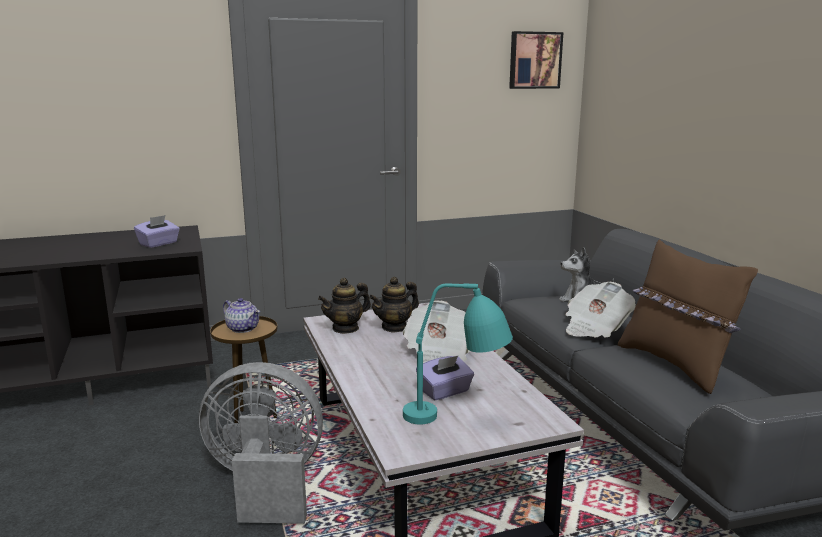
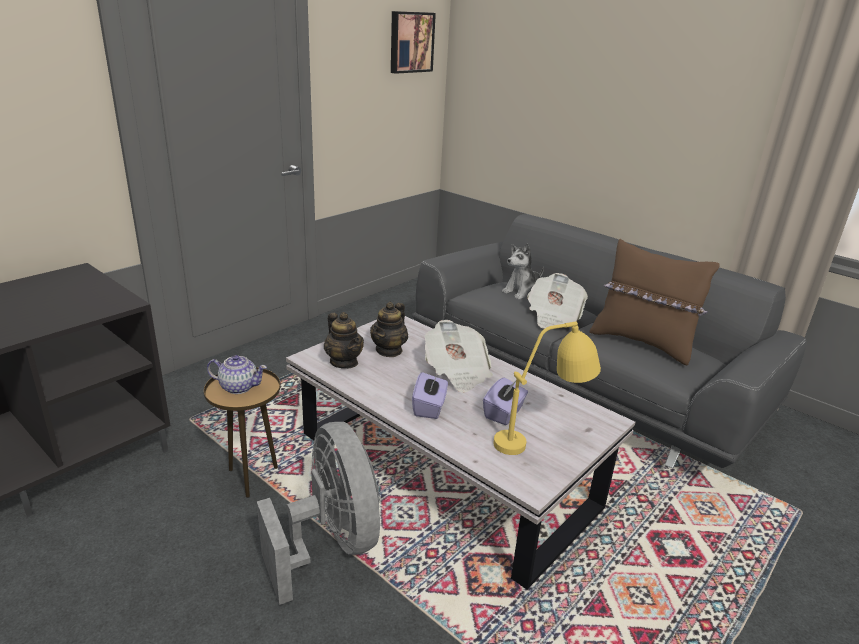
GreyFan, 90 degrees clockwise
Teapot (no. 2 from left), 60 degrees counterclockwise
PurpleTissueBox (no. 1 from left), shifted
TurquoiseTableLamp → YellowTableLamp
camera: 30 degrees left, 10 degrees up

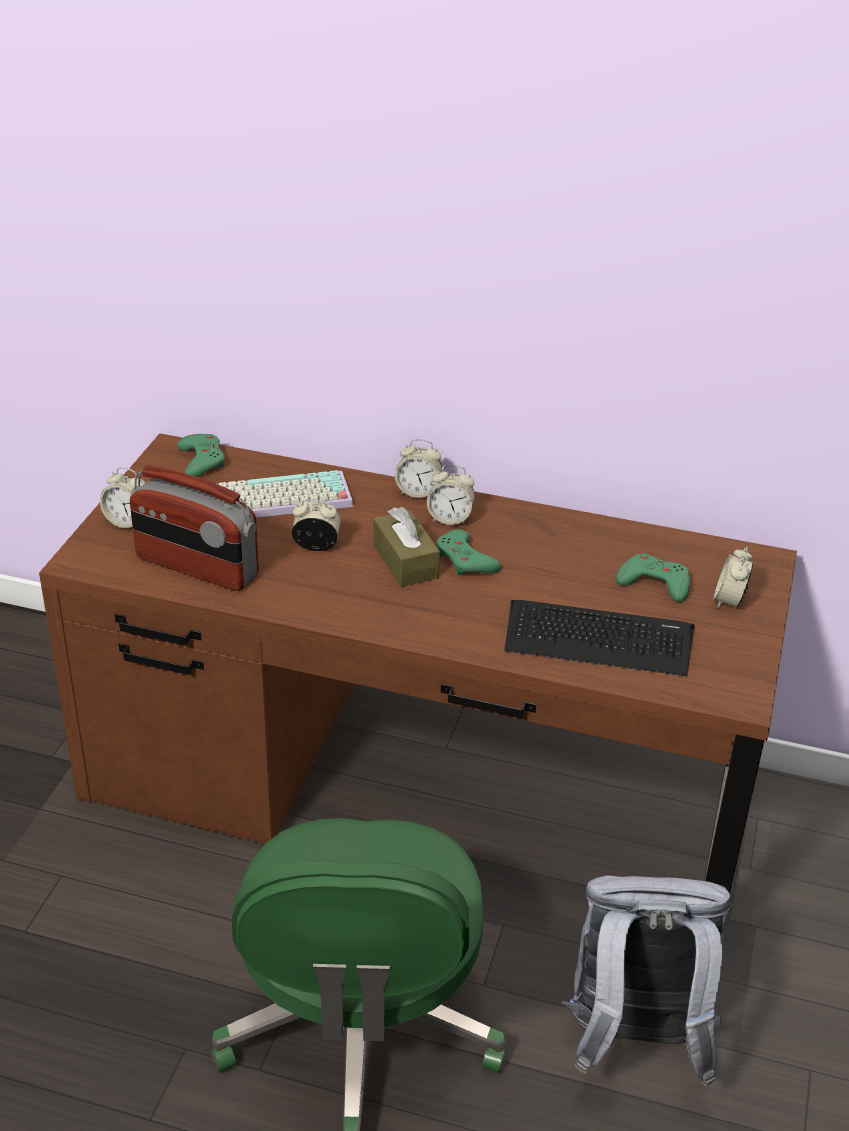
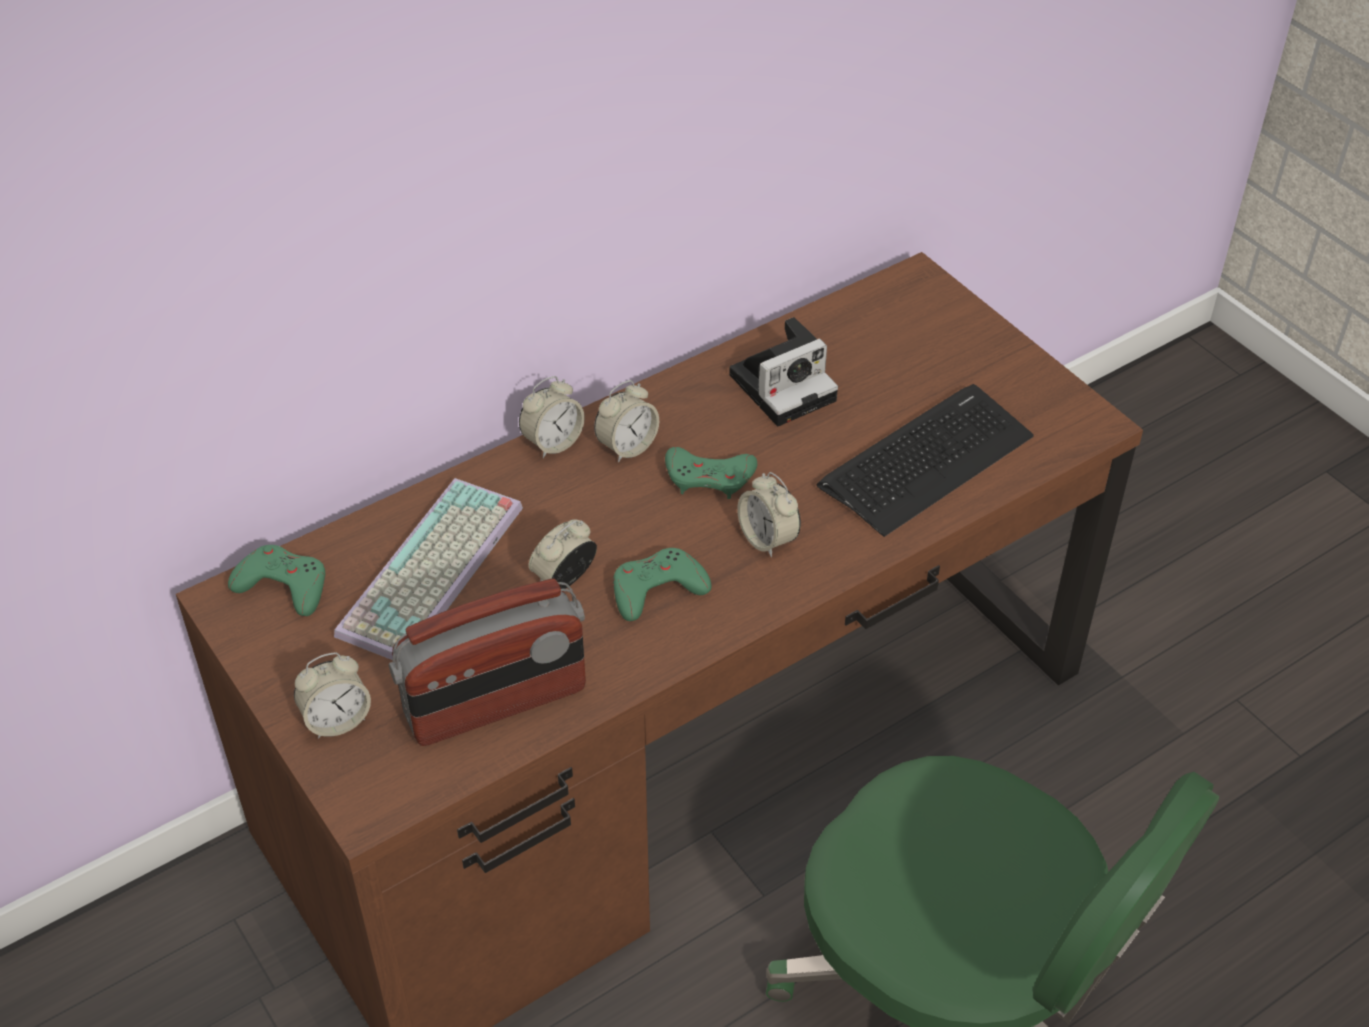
GreenGameController (no. 3 from left in the first image) → GreenGameController (no. 2 from left), shifted
- → PhotoCamera
AlarmClock (no. 5 from left), shifted
BrownTissueBox → -
GreyBackpack → -
camera: 50 degrees left, 10 degrees up

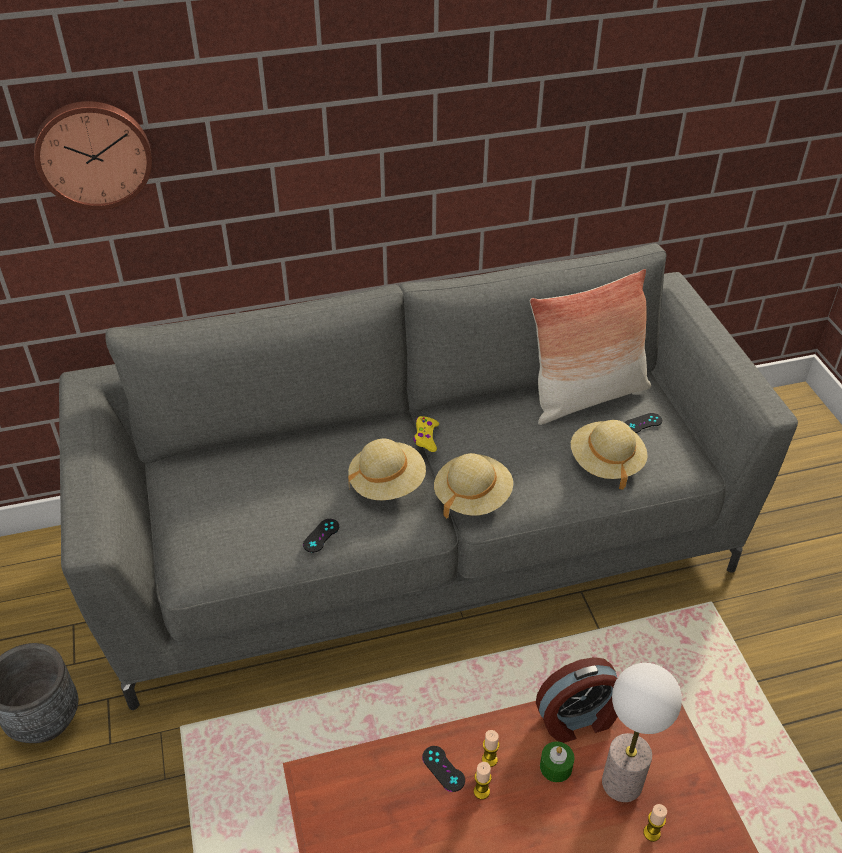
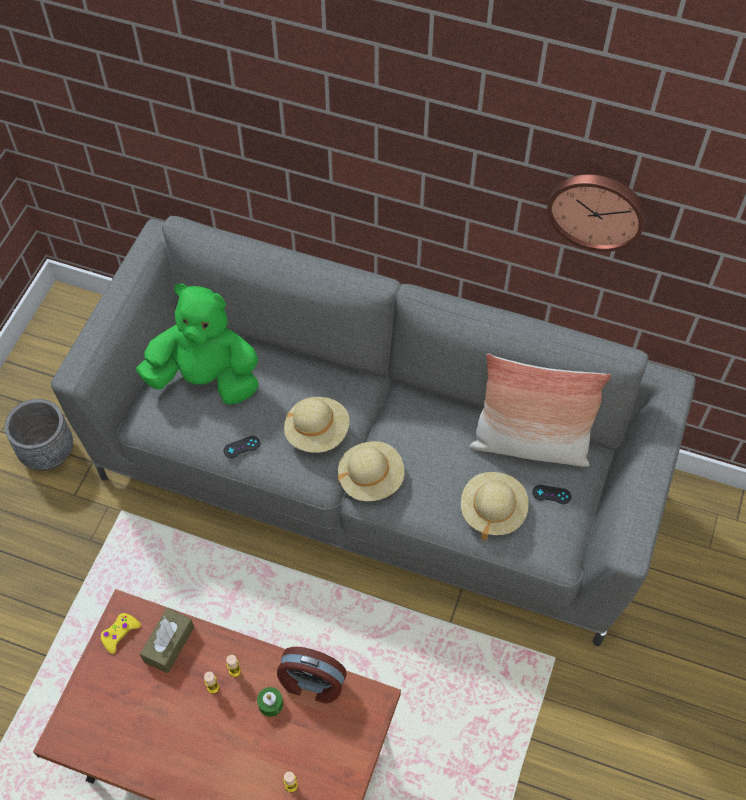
YellowGameController, shifted
- → GreenPlushToy
- → BrownTissueBox
WallClock, shifted
BlackGameController (no. 2 from left) → -
TableLamp → -
camera: 35 degrees right, 15 degrees up

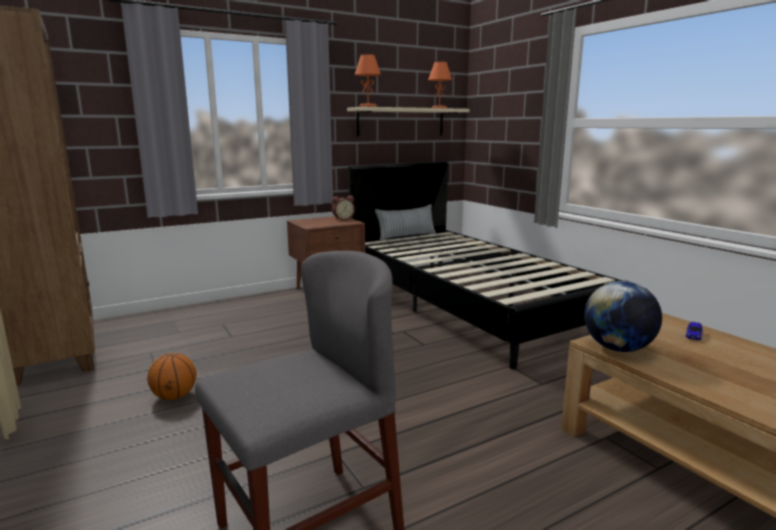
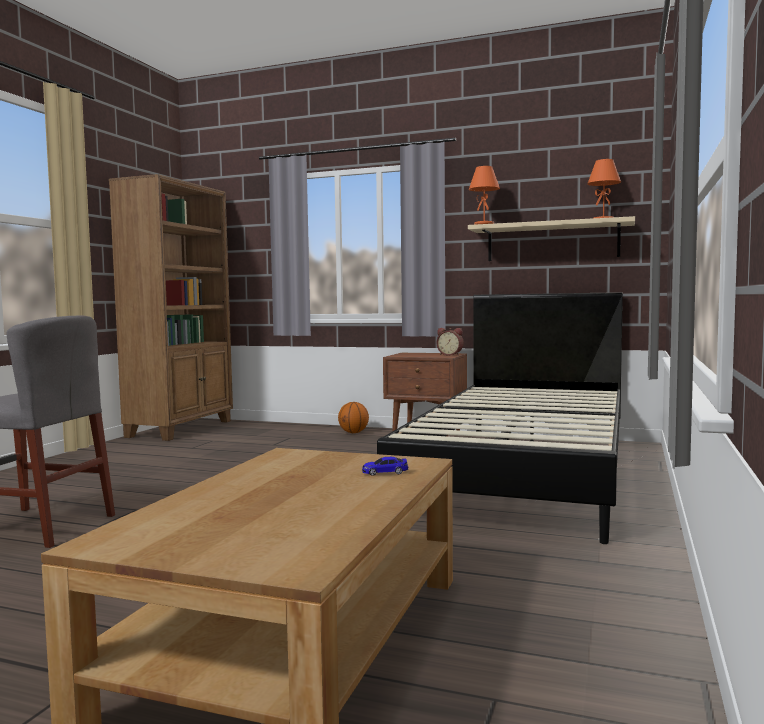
Basketball, shifted
Pillow → -
Globe → -
camera: 50 degrees right, 10 degrees down

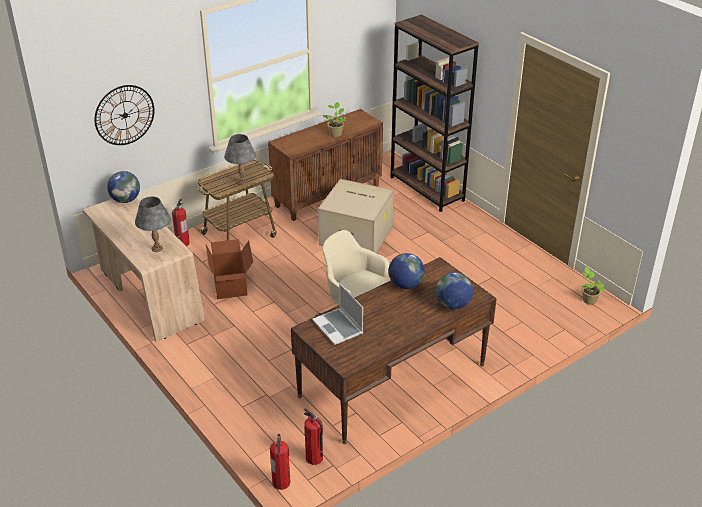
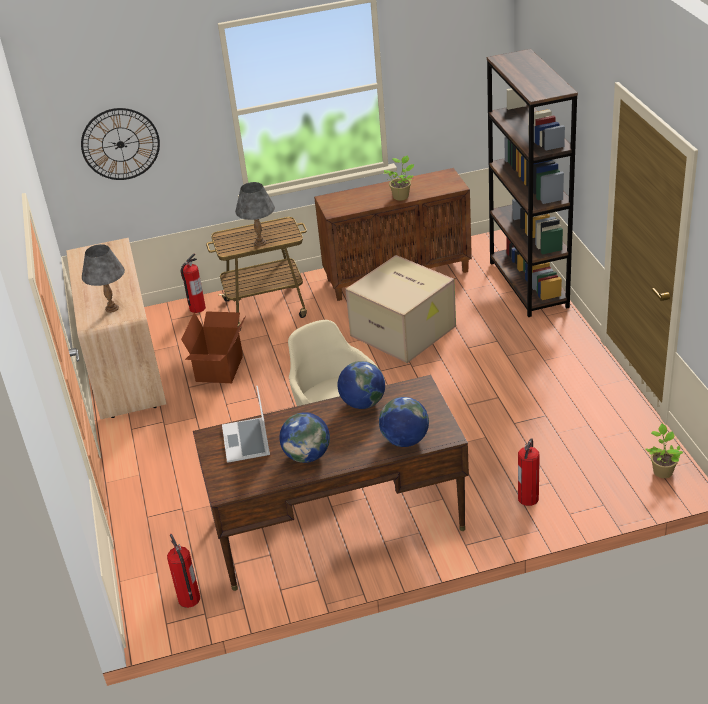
Globe (no. 1 from left), shifted
FireExtinguisher (no. 2 from left in the first image) → FireExtinguisher (no. 3 from left), shifted
camera: 25 degrees right, 0 degrees up

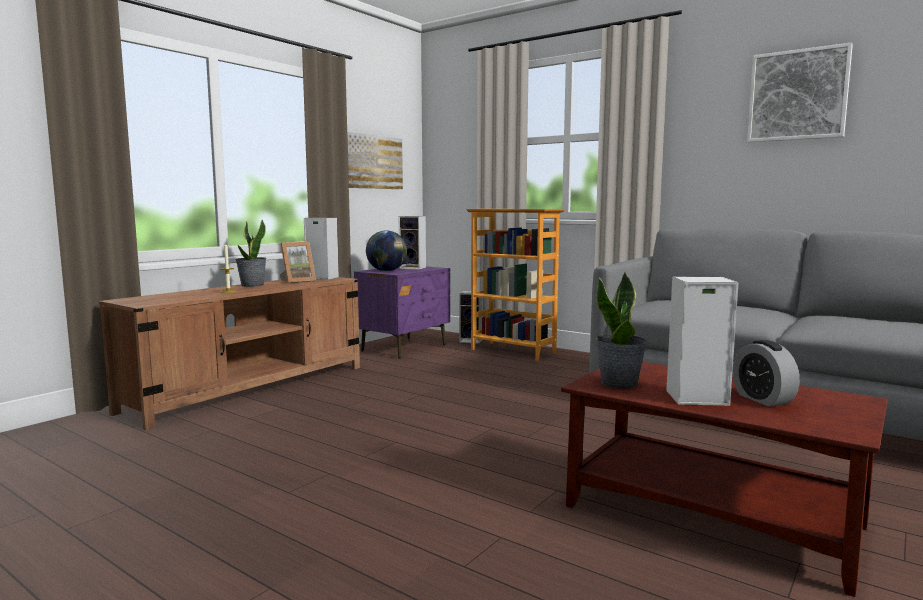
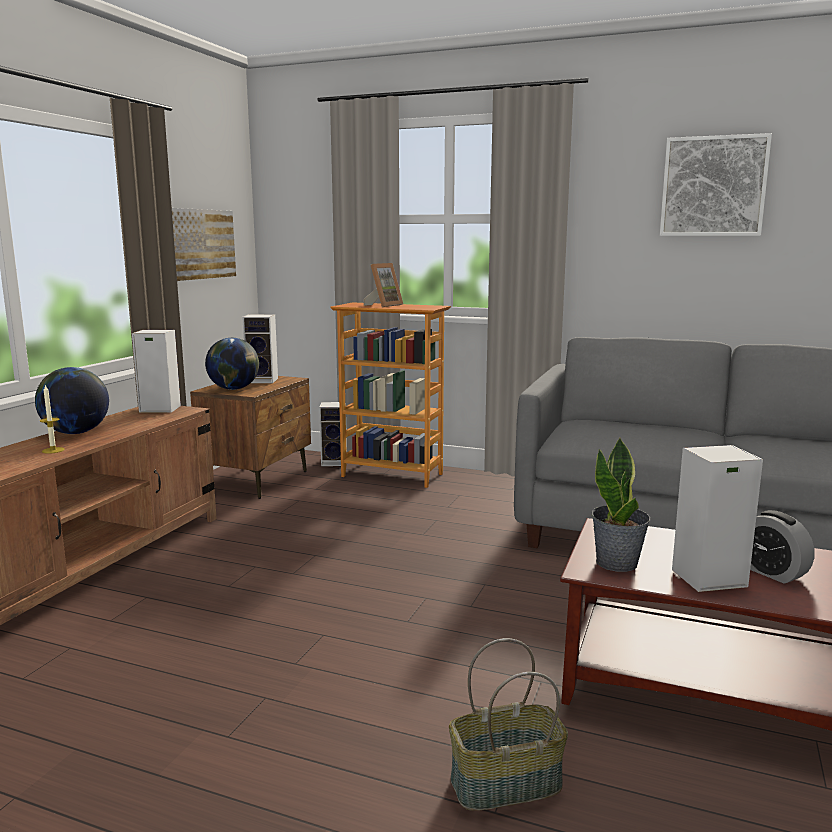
PottedPlant (no. 1 from left) → Globe (no. 1 from left)
PurpleNightstand → BrownNightstand
PictureFrame, shifted
- → Basket
camera: 15 degrees left, 5 degrees up

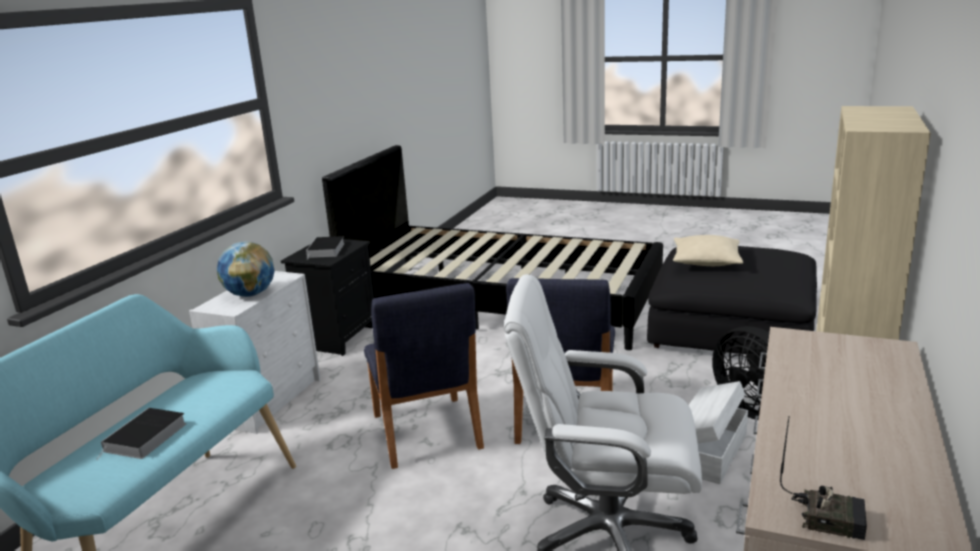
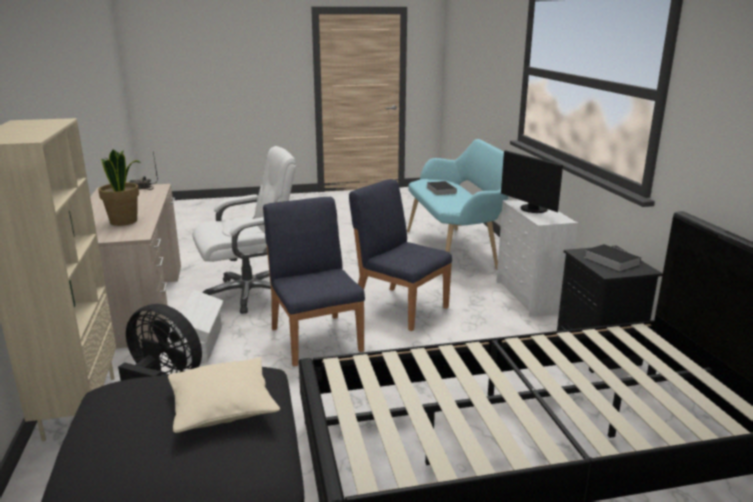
- → PottedPlant
Globe → Monitor
camera: 145 degrees right, 0 degrees up

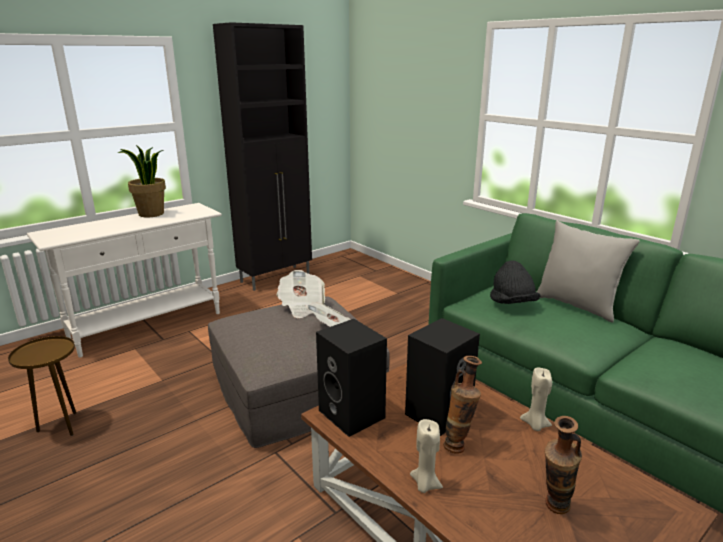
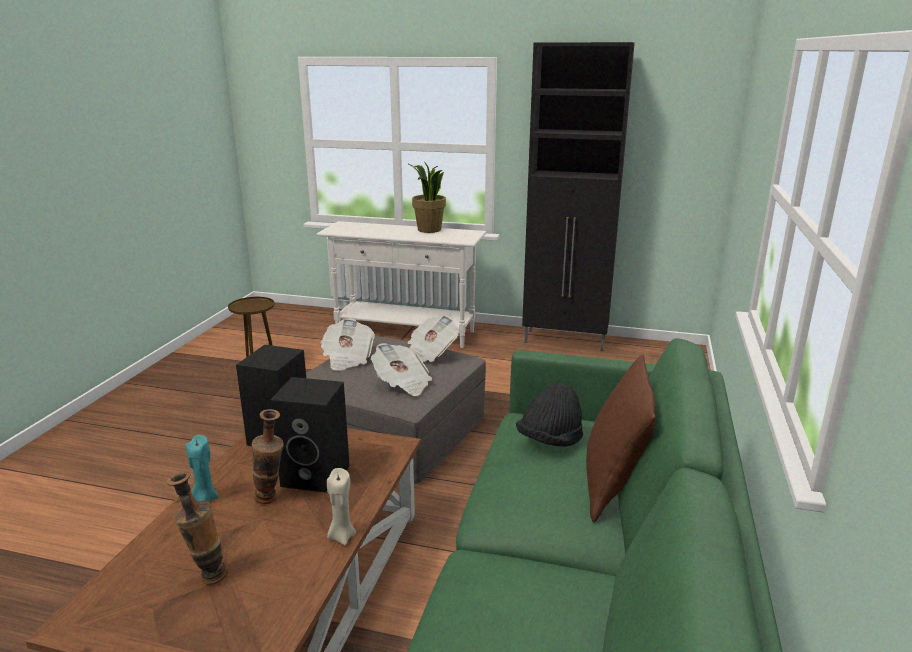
BeigeCandle (no. 1 from left) → TurquoiseCandle
- → Newspaper (no. 1 from left)
GreyPillow → BrownPillow
camera: 55 degrees right, 0 degrees up

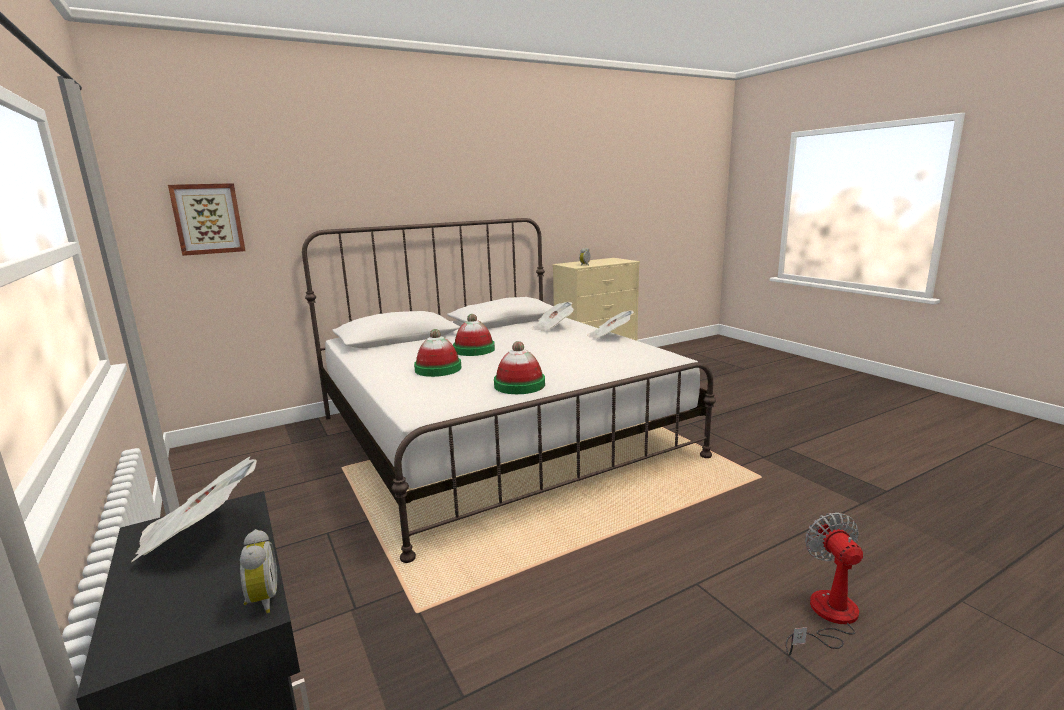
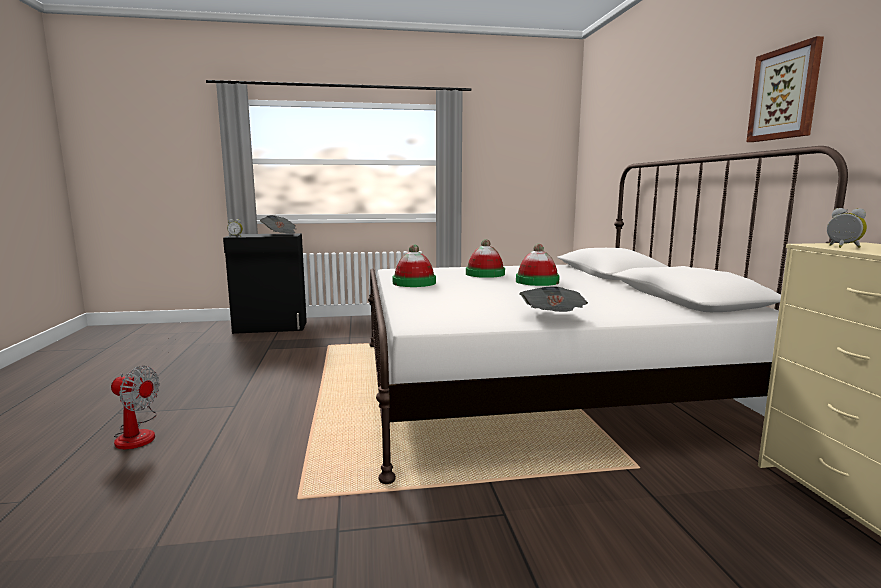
Picture, shifted
Newspaper (no. 2 from left) → -
camera: 110 degrees right, 5 degrees down

